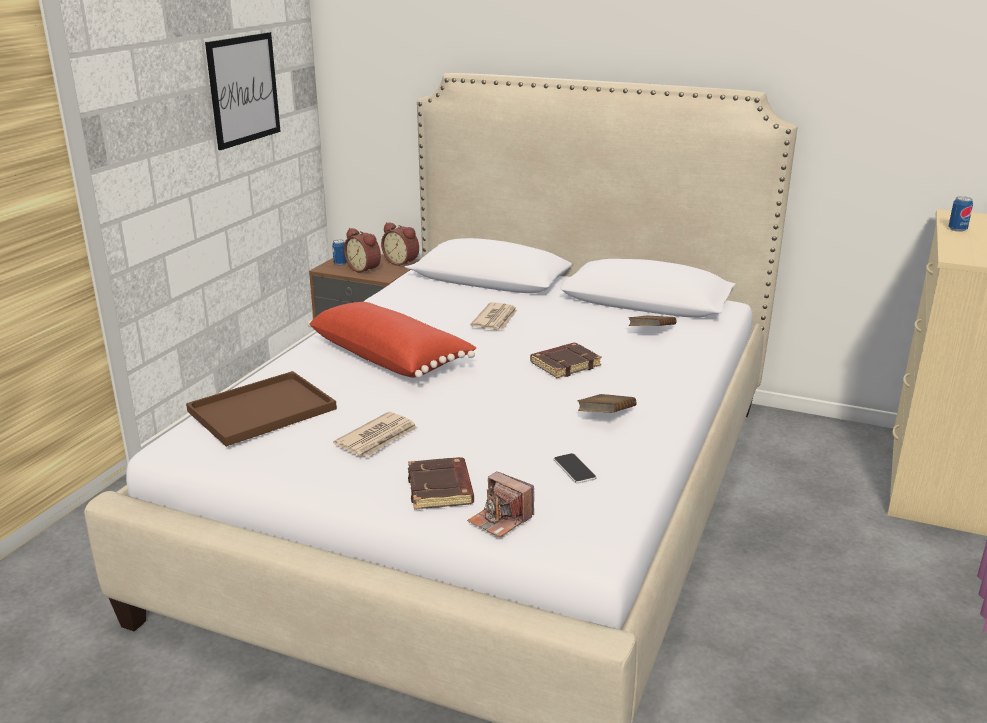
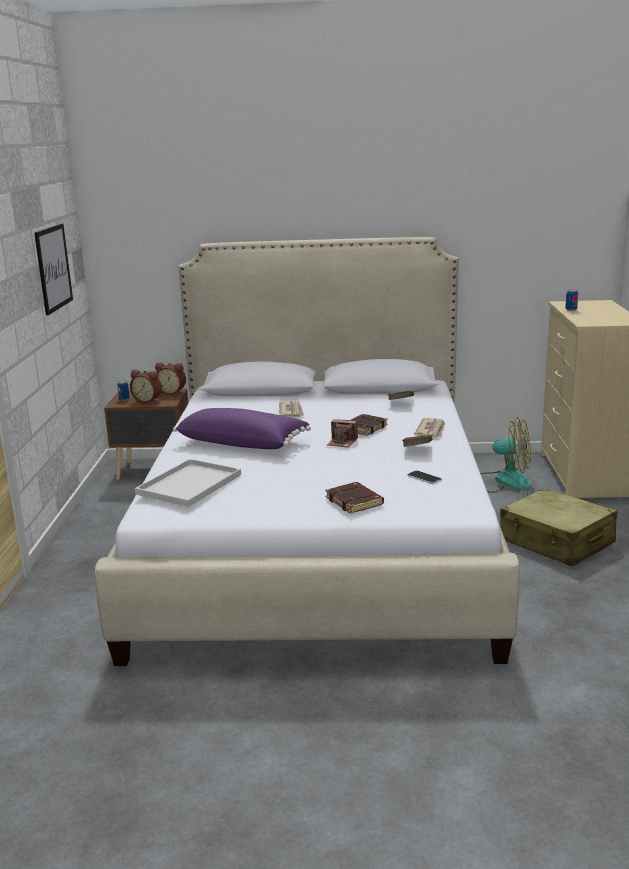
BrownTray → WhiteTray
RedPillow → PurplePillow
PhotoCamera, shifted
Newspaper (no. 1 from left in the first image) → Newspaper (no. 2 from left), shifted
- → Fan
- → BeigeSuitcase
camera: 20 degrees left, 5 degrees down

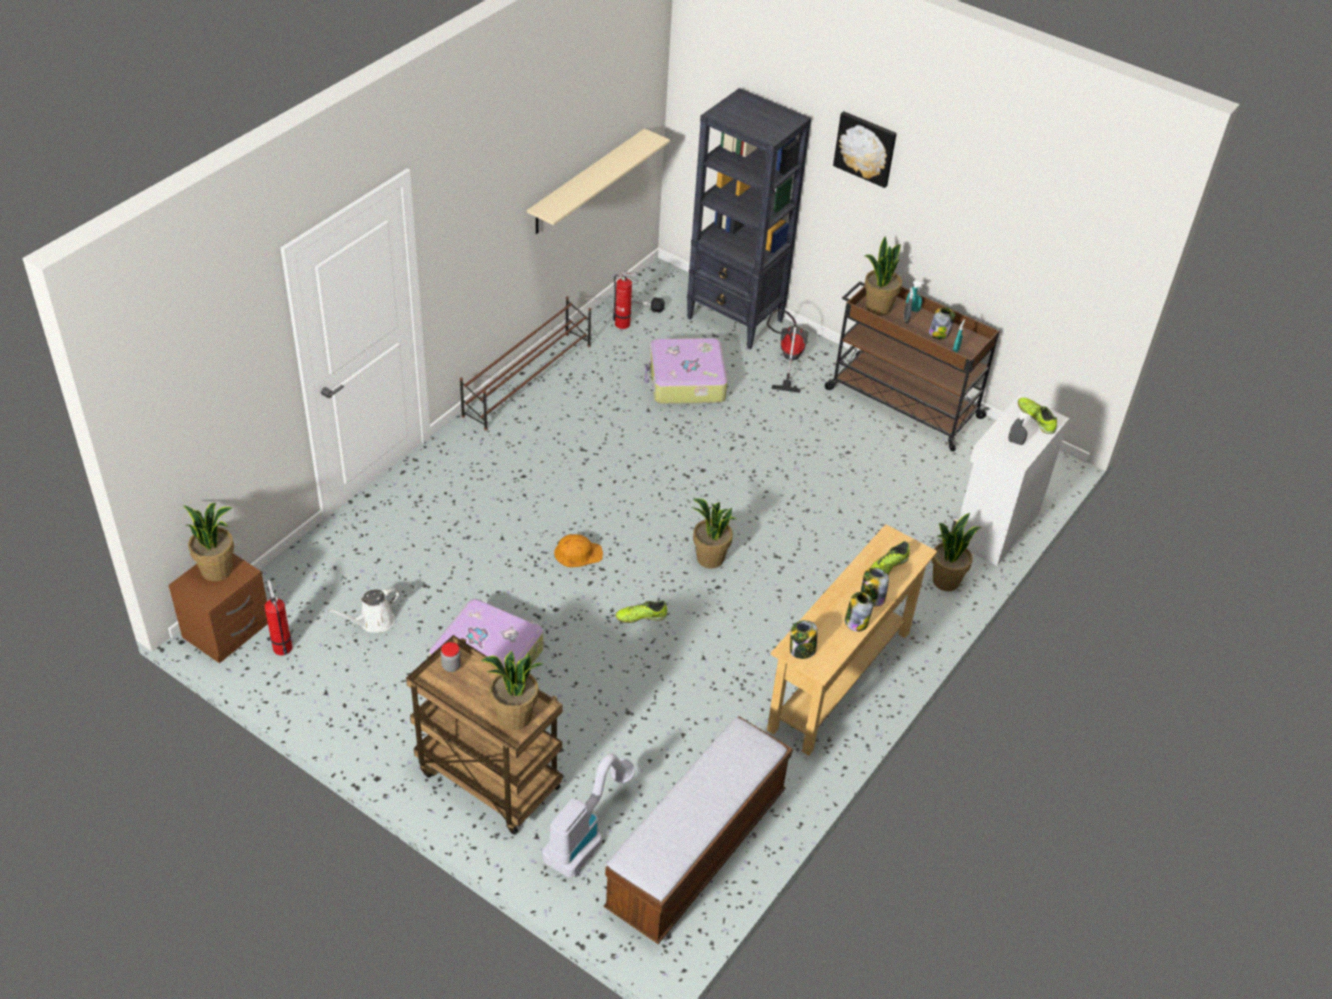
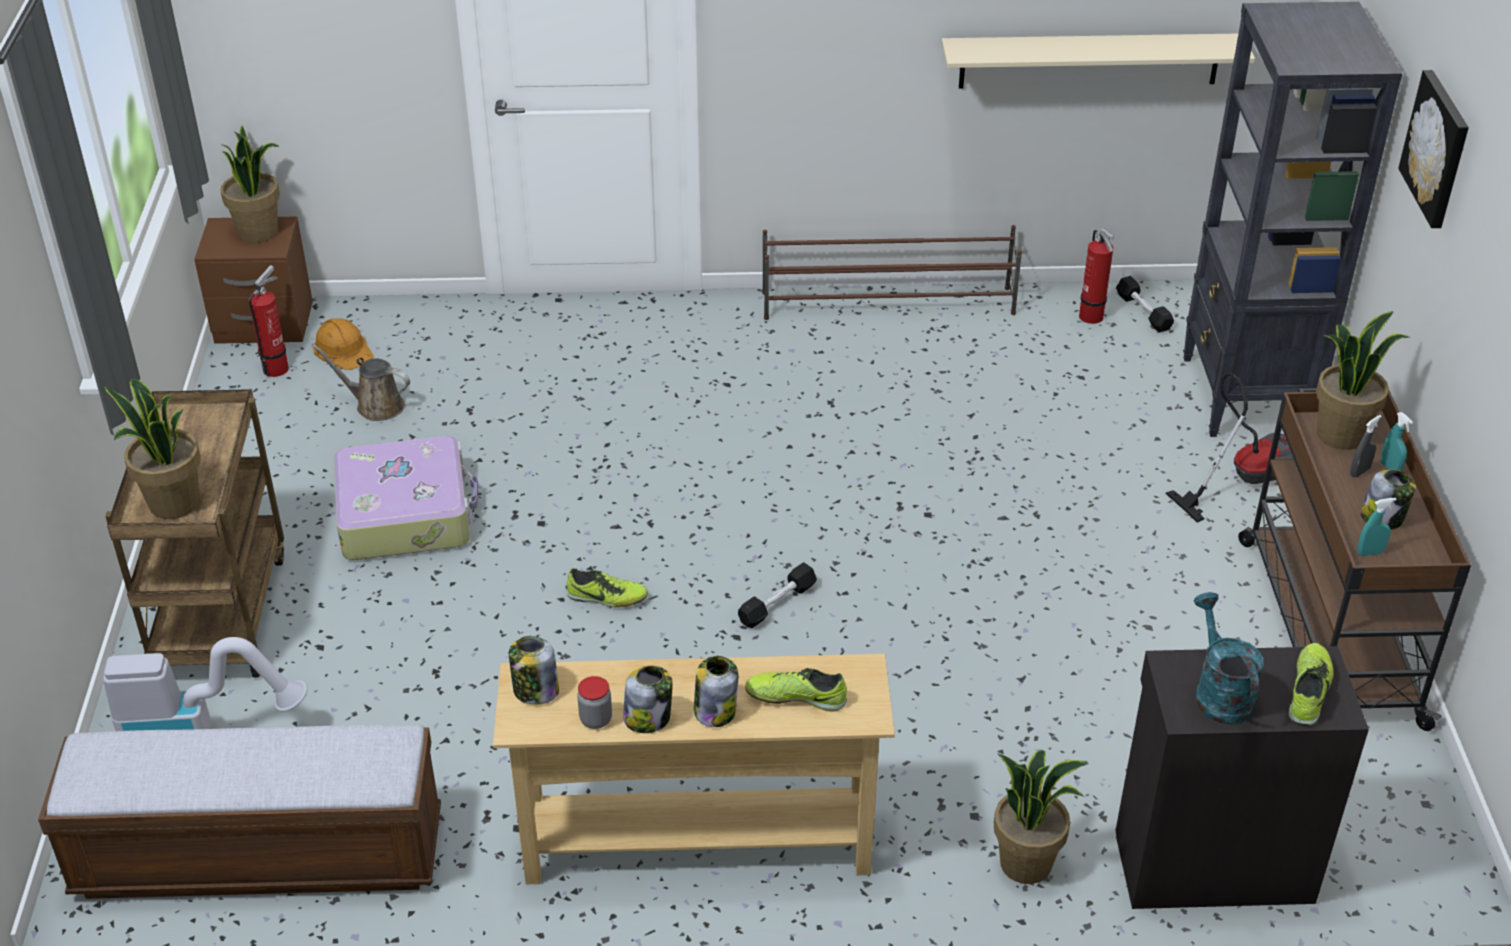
WhiteWateringCan → BrownWateringCan
OrangeHardHat, shifted
Shoe (no. 1 from left), 150 degrees clockwise
Jar (no. 1 from left in the first image) → Jar (no. 2 from left), shifted
PottedPlant (no. 3 from left) → BlackDumbbell (no. 1 from left)
WhiteCabinet → BlackCabinet
GreySprayBottle (no. 2 from left) → TurquoiseWateringCan
Suitcase (no. 2 from left) → -
camera: 55 degrees right, 5 degrees down

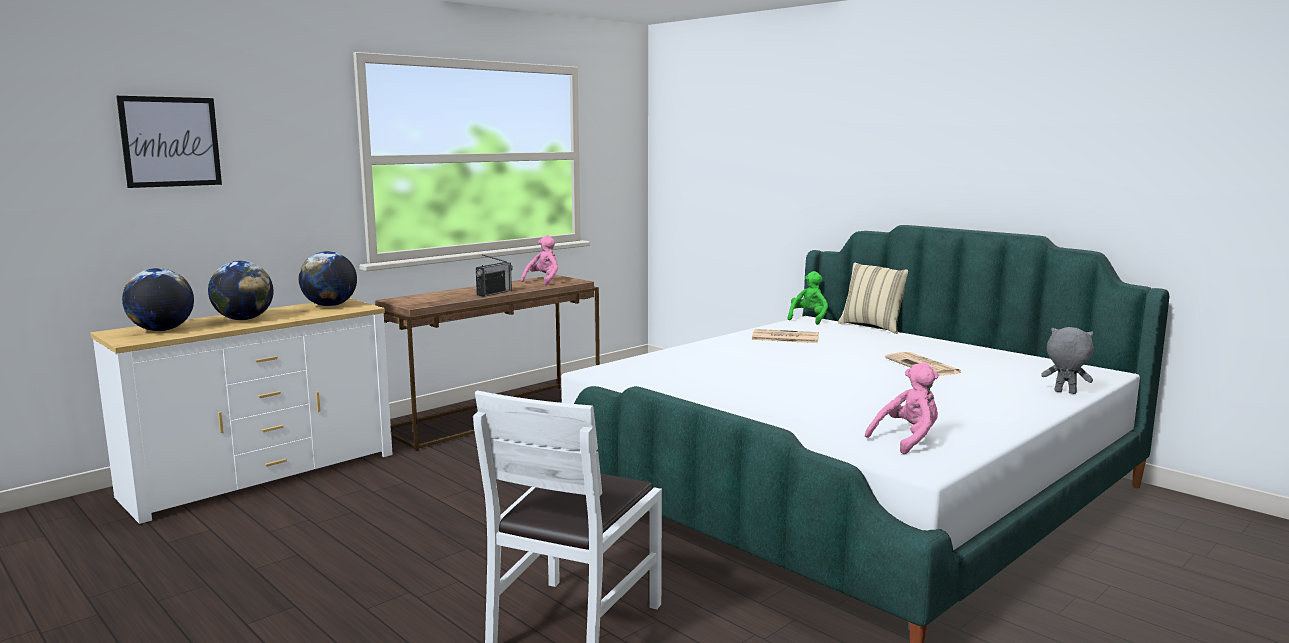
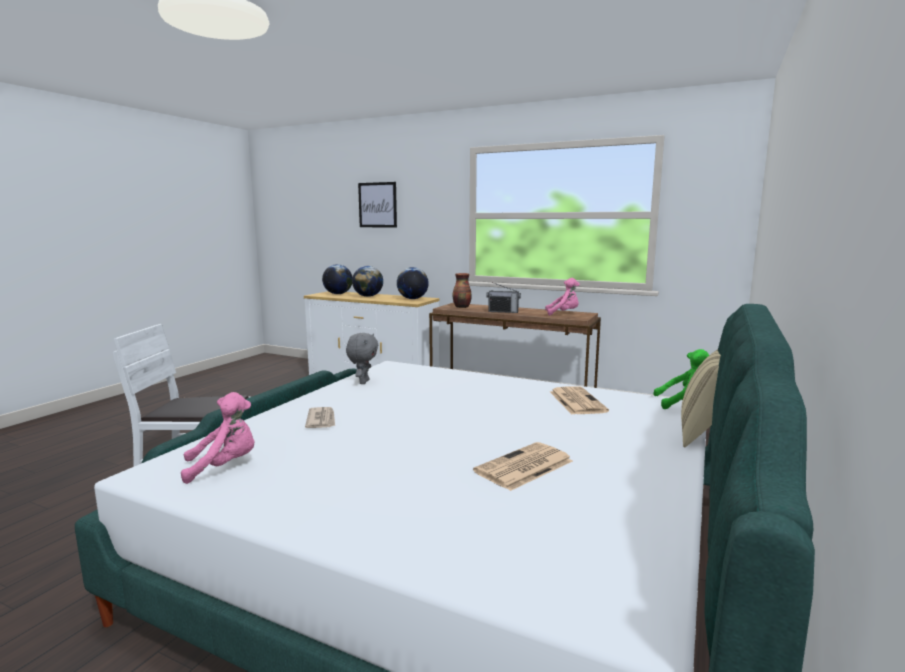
PinkPlushToy (no. 2 from left in the first image) → PinkPlushToy (no. 1 from left), 60 degrees counterclockwise
- → Newspaper (no. 1 from left)
GreyPlushToy, shifted
- → Vase
camera: 70 degrees right, 0 degrees up

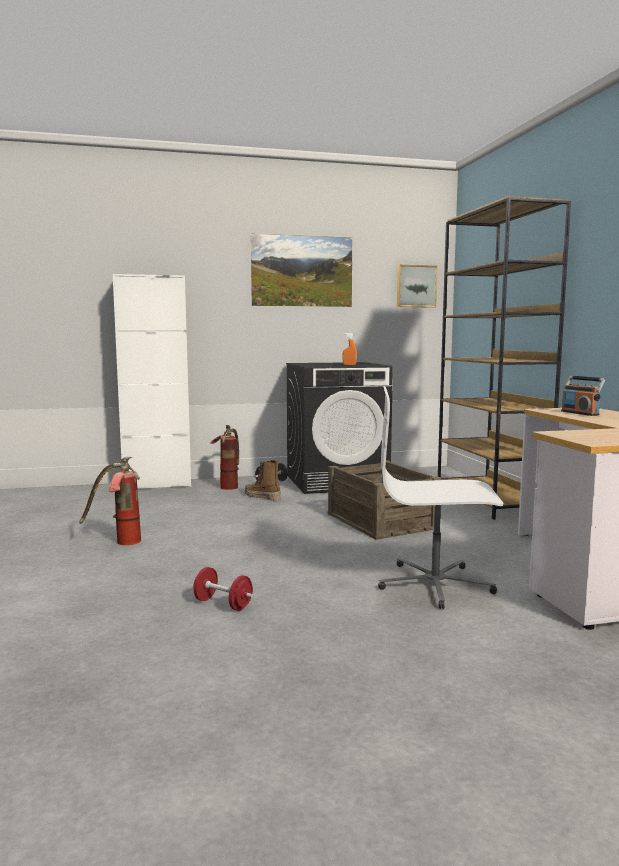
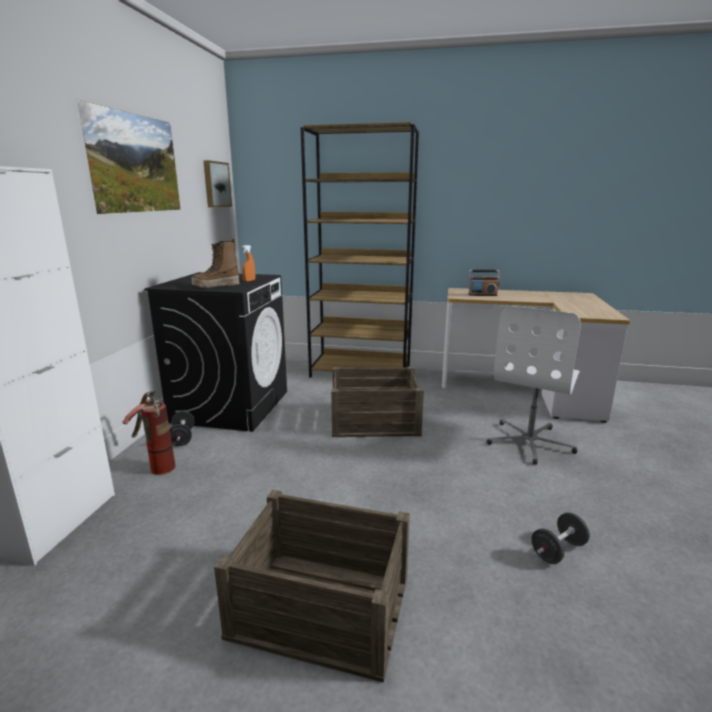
Boot, shifted
FireExtinguisher (no. 1 from left) → Crate (no. 1 from left)
RedDumbbell → BlackDumbbell (no. 2 from left)
camera: 65 degrees left, 10 degrees up

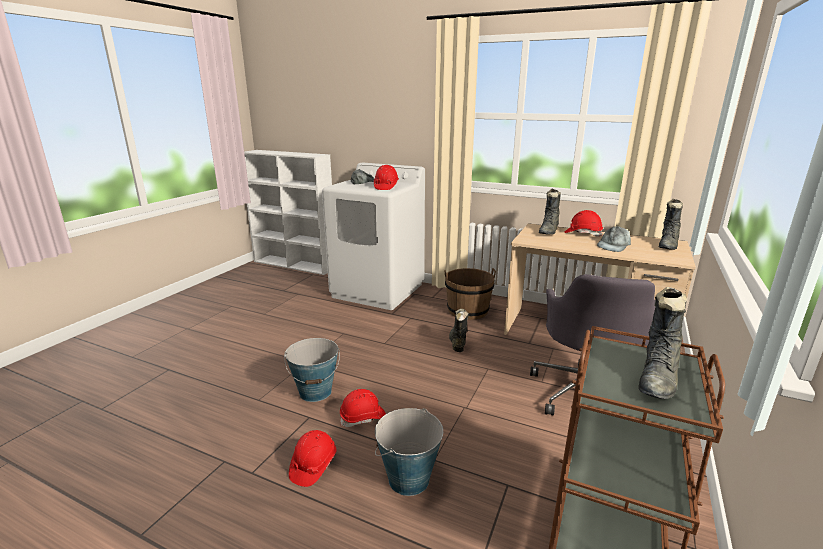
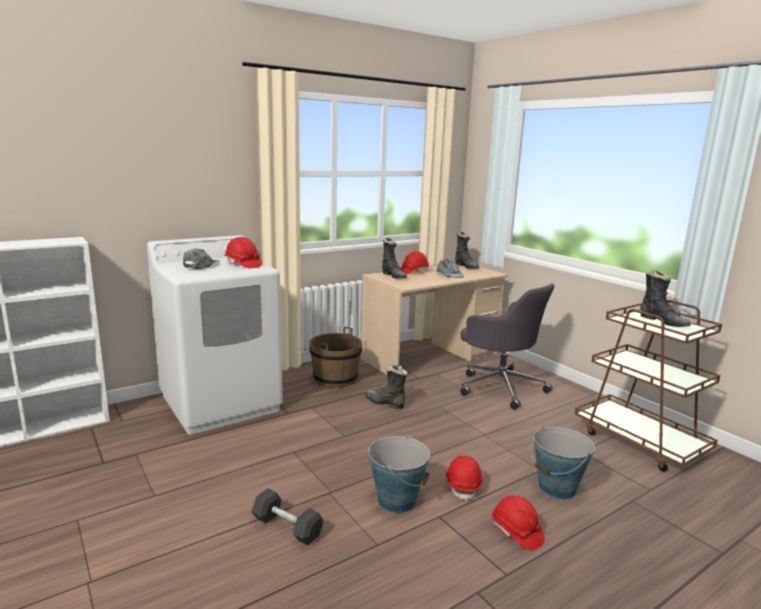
- → GreyDumbbell
camera: 60 degrees left, 5 degrees down

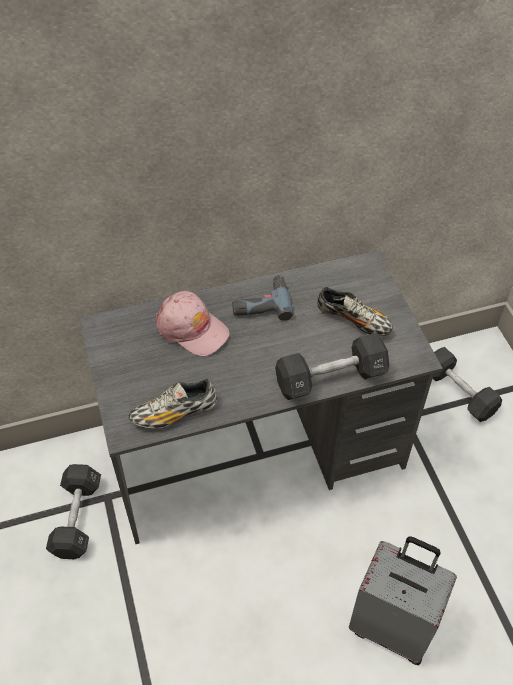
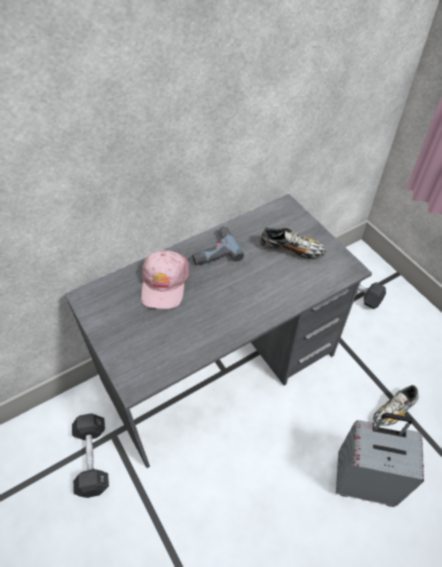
PinkCap, 75 degrees clockwise
Shoe (no. 1 from left in the first image) → Shoe (no. 2 from left), shifted
BlackDumbbell (no. 2 from left) → -
camera: 15 degrees left, 0 degrees up

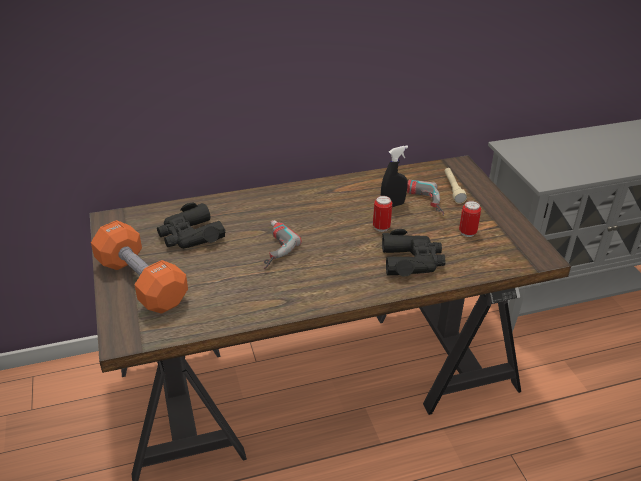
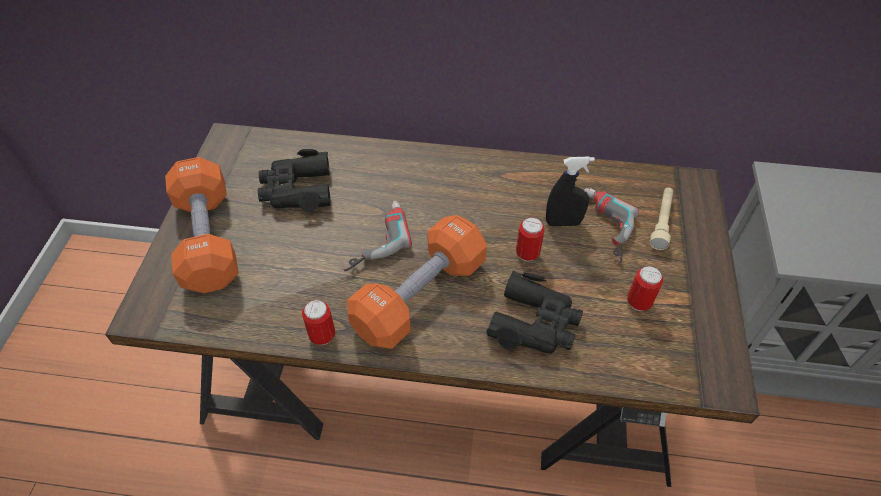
- → Can (no. 1 from left)
- → OrangeDumbbell (no. 2 from left)
camera: 25 degrees right, 15 degrees up

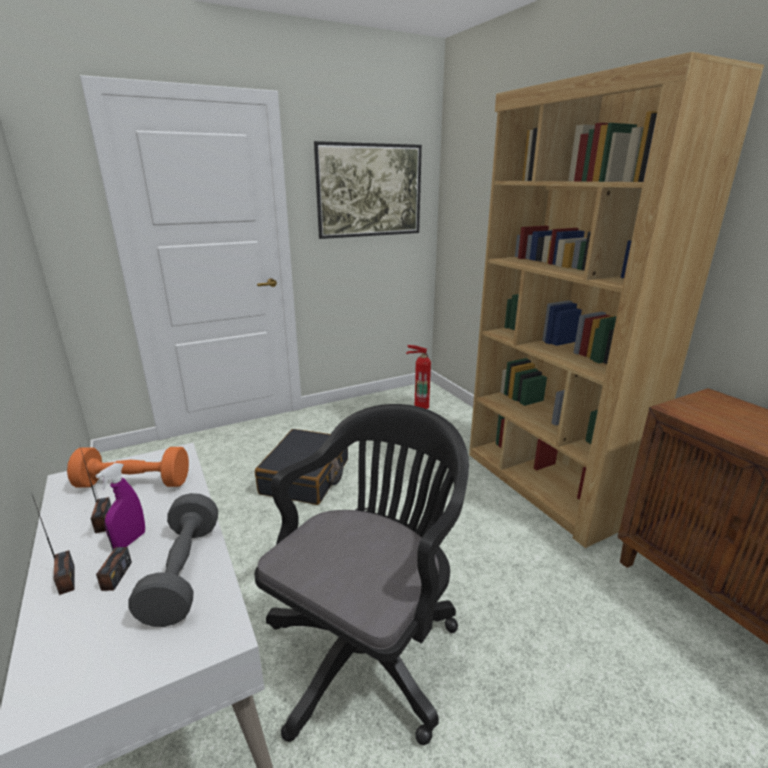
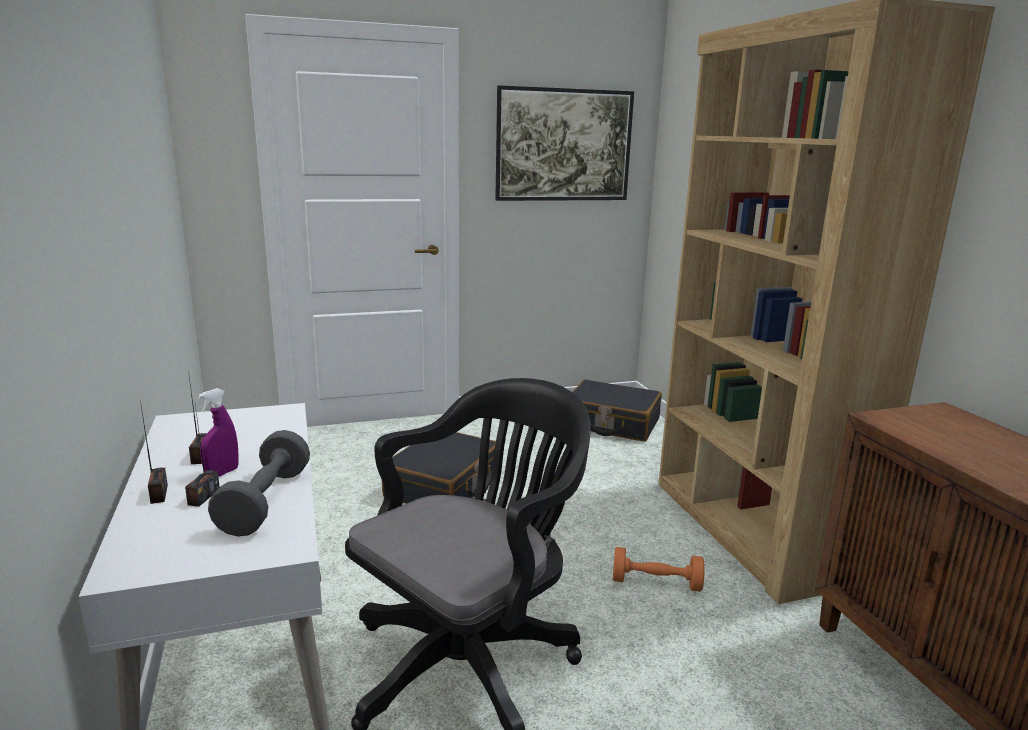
FireExtinguisher → BlackSuitcase (no. 2 from left)
OrangeDumbbell, shifted
camera: 10 degrees right, 5 degrees down

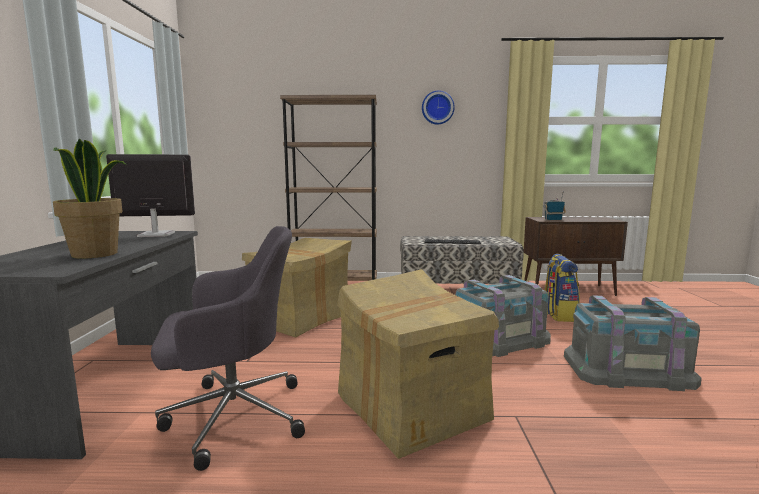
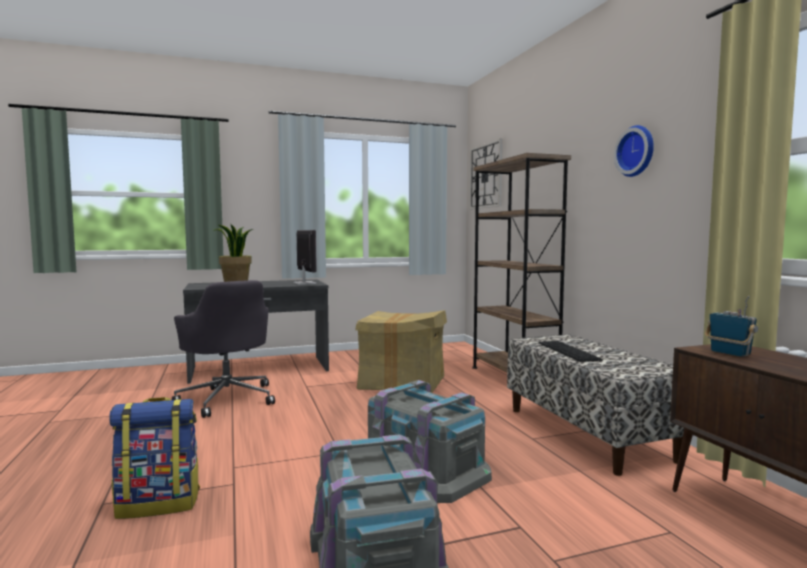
Backpack, shifted
- → WallClock (no. 1 from left)
CardboardBox (no. 2 from left) → -
camera: 70 degrees right, 5 degrees down

